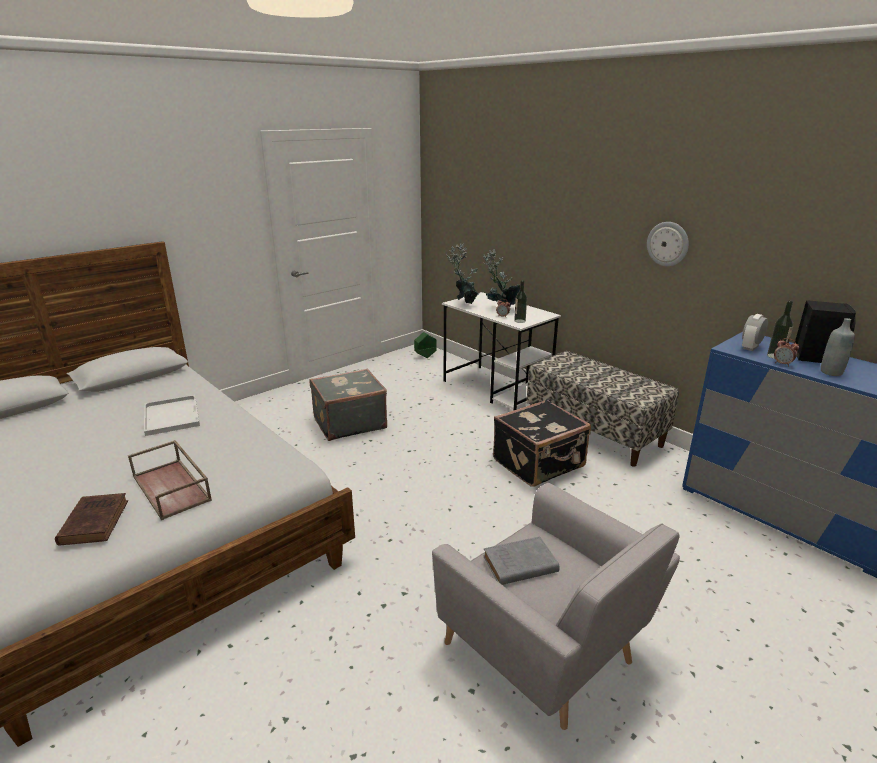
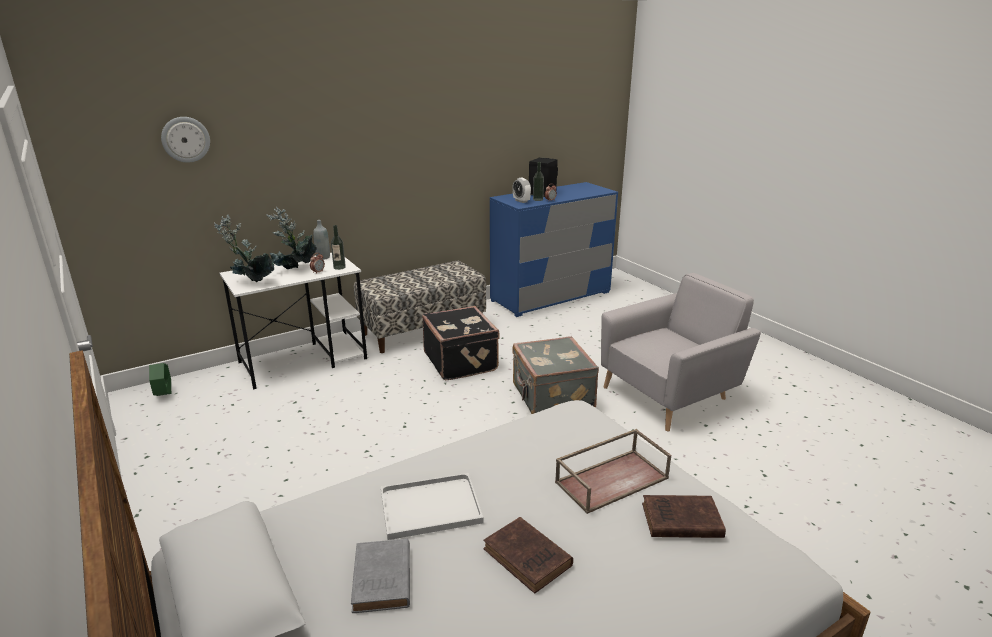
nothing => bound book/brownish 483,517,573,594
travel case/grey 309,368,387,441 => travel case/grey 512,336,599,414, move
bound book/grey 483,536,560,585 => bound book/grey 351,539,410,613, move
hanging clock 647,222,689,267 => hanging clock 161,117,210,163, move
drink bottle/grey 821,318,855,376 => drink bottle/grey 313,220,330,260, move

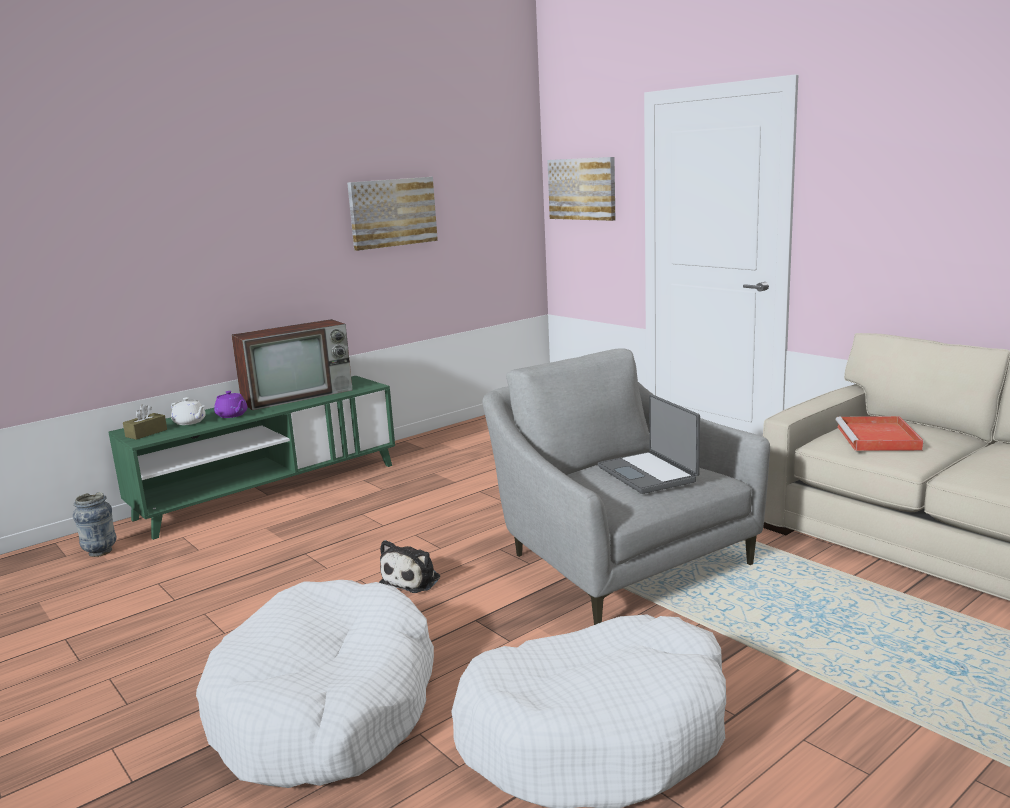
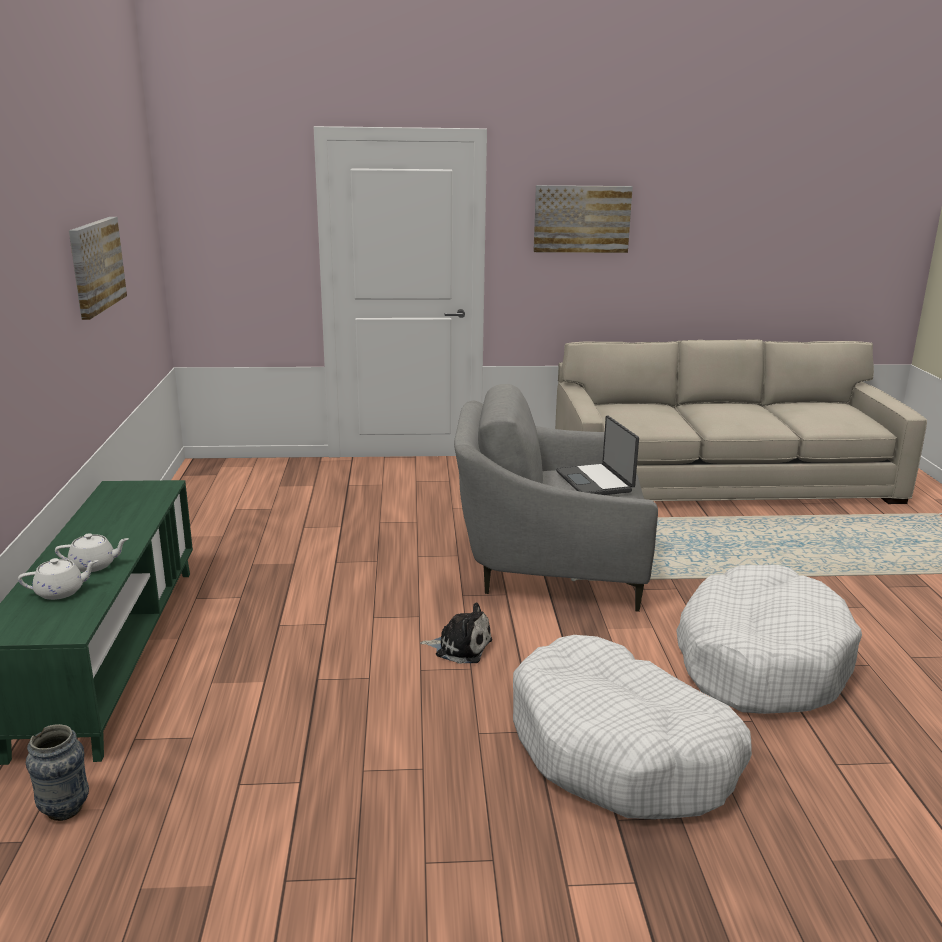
tissue box/brownish 123,404,167,440 => nothing
TV 231,319,353,410 => nothing
tray/red-coloured 836,416,923,451 => nothing
wall art 547,157,615,221 => wall art 533,185,633,253, move
tea pot/purple 214,391,247,418 => tea pot/white-coloured 55,533,129,572
soft toy 379,540,440,593 => soft toy 420,603,492,664, 45 degrees counterclockwise
laptop 598,394,700,494 => laptop 556,416,639,495, 60 degrees clockwise

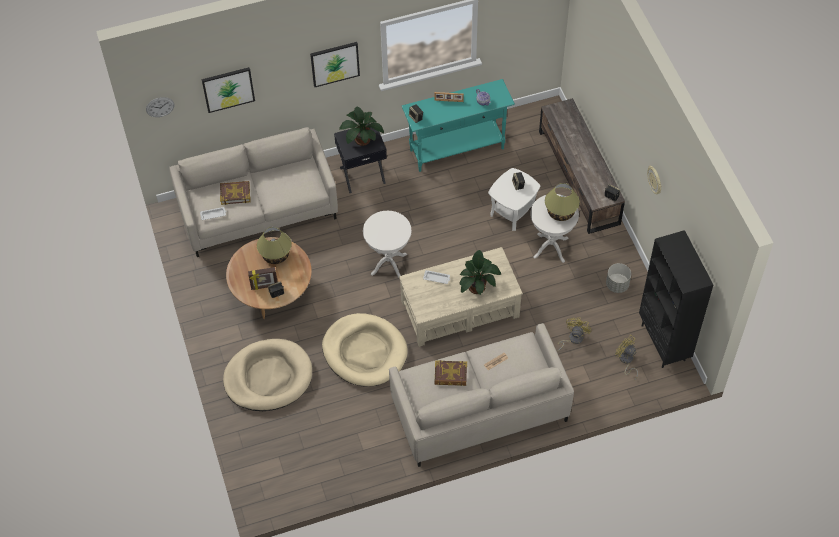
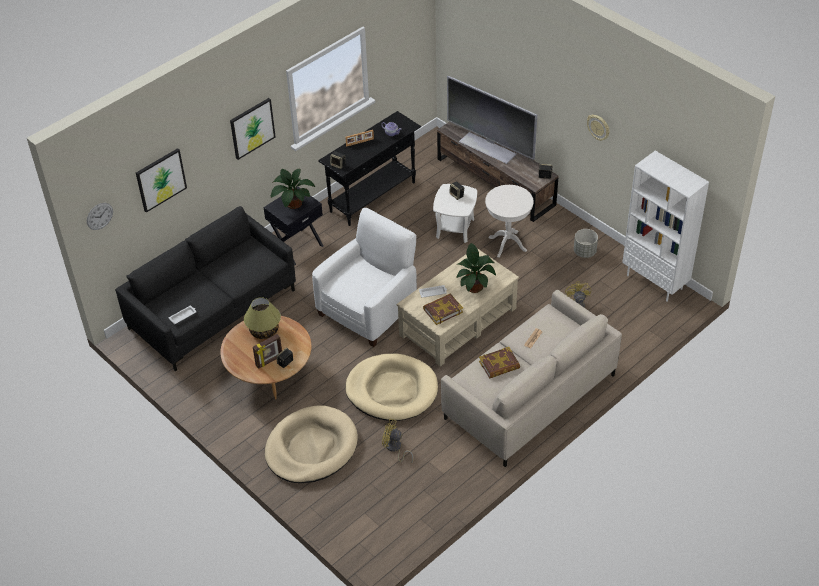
tabletop lamp 545,183,580,221 => nothing
nothing => TV 447,76,537,164
bound book 220,181,251,205 => bound book 423,293,463,325, move
cooling fan/yellowish 615,335,638,380 => cooling fan/yellowish 382,418,414,464, move
accent table/white-coloured 363,211,411,278 => easy chair/white-coloured 312,208,417,347
sofa/sand-coloured 169,127,338,257 => sofa/black-coloured 115,206,296,371
console table/blue-green 402,79,515,172 => console table/black-coloured 318,111,421,226
bookcase/black-coloured 639,230,713,368 => bookcase/white-coloured 622,151,709,302

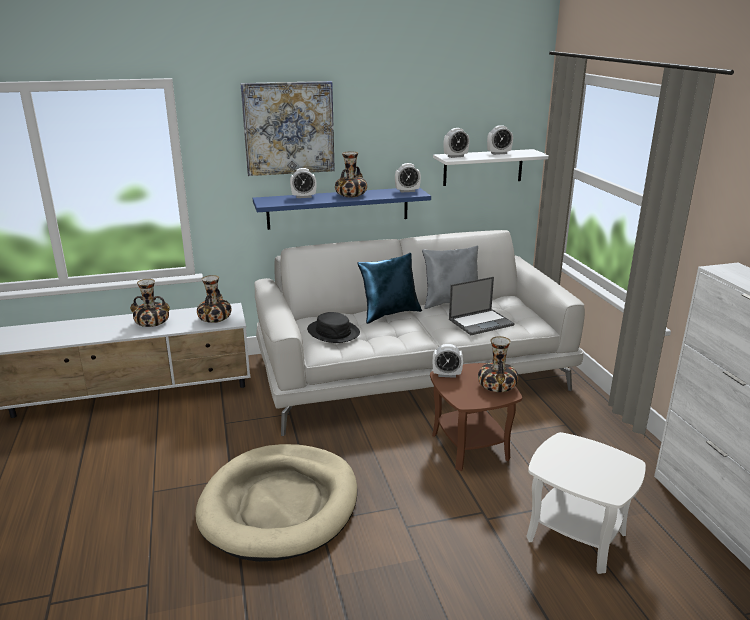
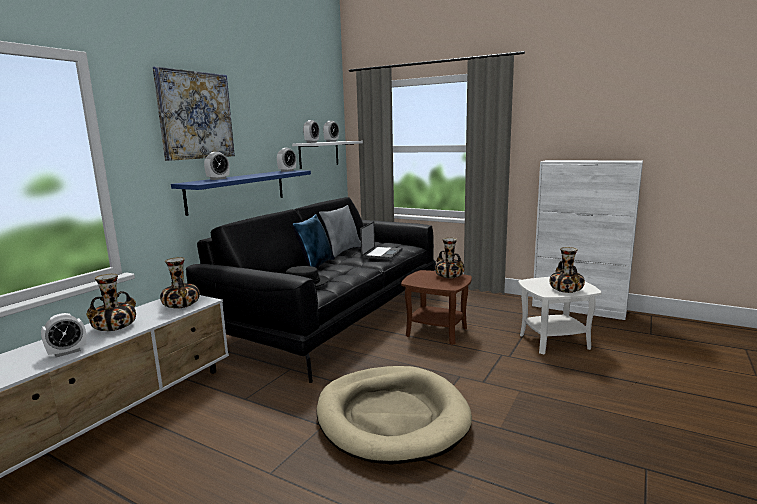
decorative vase 335,151,367,198 => decorative vase 549,247,585,293, move
bedside clock 433,344,463,378 => bedside clock 41,313,87,358, move
sofa/white-coloured 254,230,585,436 => sofa/black-coloured 186,197,436,383

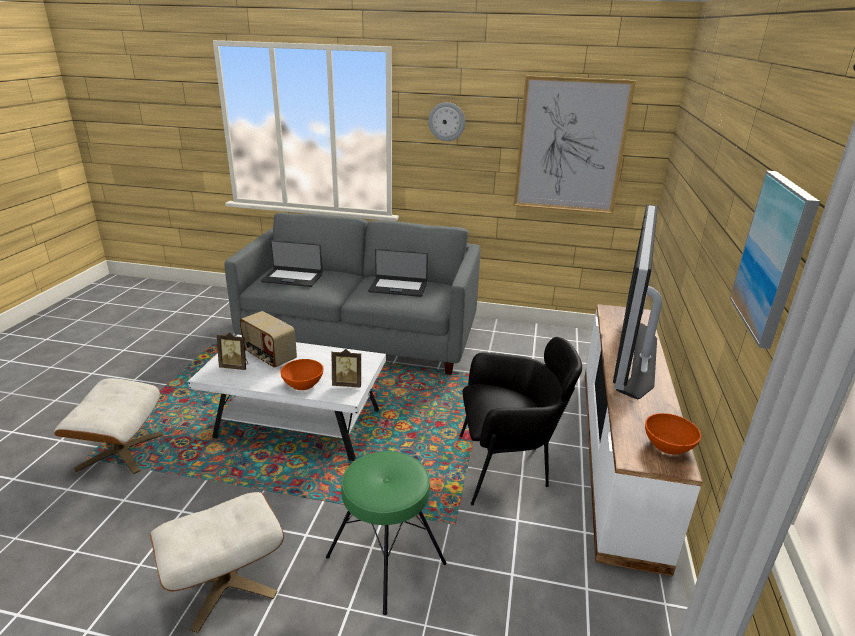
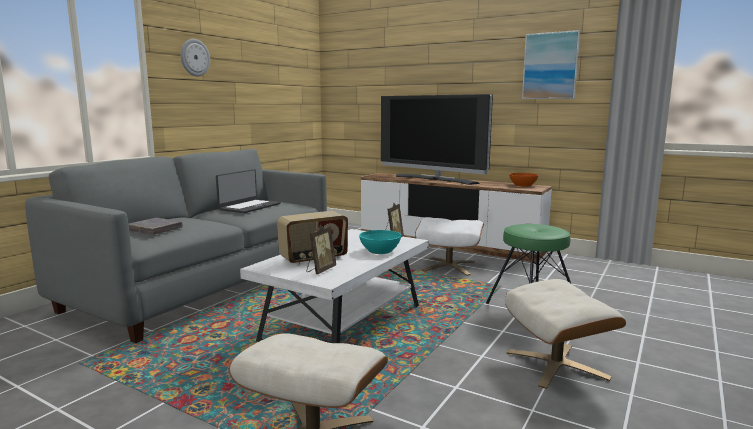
wall art 513,75,636,214 => nothing
laptop 261,240,322,287 => bound book/grey 128,218,183,235
easy chair/black-coloured 460,337,582,506 => ottoman/white-coloured 415,217,484,276
serving bowl/orange 280,359,324,390 => serving bowl/blue-green 359,230,401,254

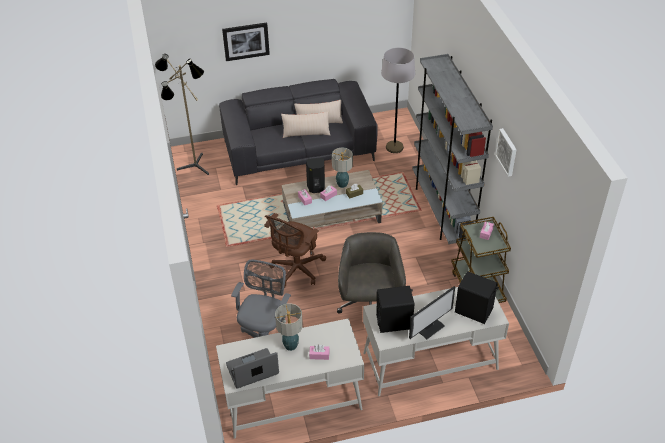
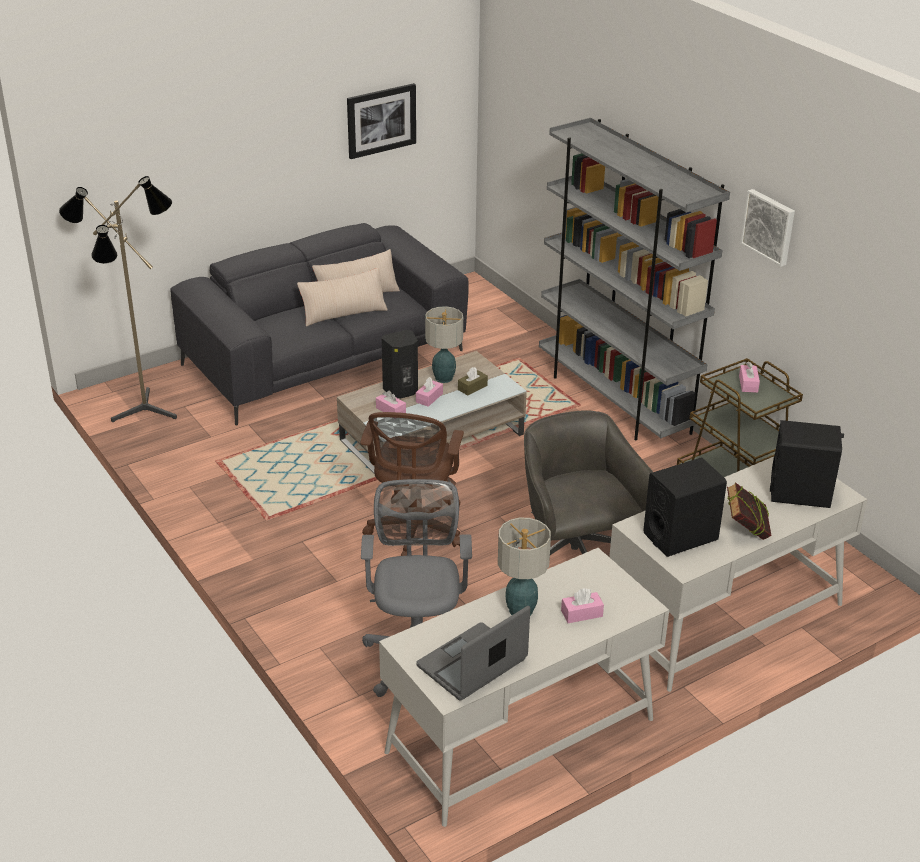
floor lamp/grey 381,47,415,153 => nothing
wall art 222,23,270,61 => wall art 347,83,416,159, move
computer display 409,286,455,339 => bound book 727,482,772,540

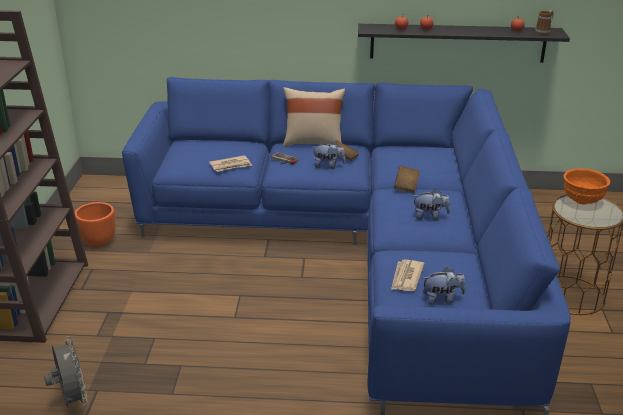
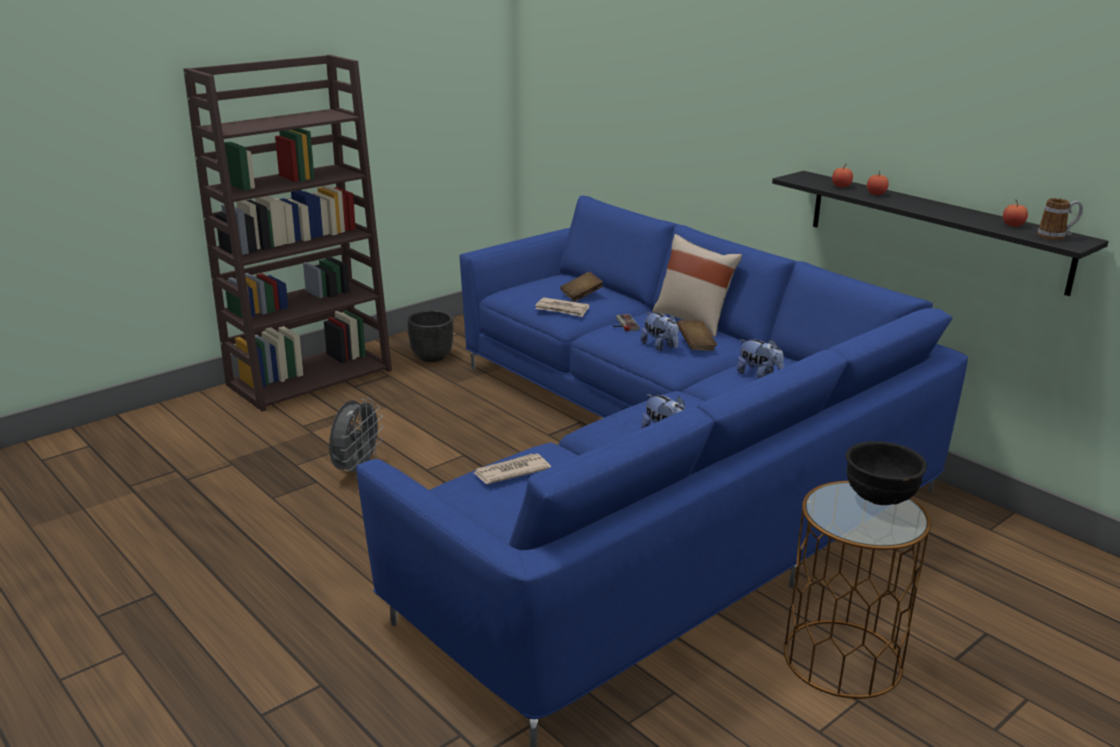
cooling fan/grey 44,336,88,408 => cooling fan/grey 329,398,383,478, move
bound book/brownish 394,166,420,193 => bound book/brownish 561,272,603,301, move
soft toy 423,268,466,305 => soft toy 737,339,784,379, move
planter/orange 75,202,116,247 => planter/black-coloured 407,310,453,362
serving bowl/orange 563,168,610,205 => serving bowl/black-coloured 846,441,927,505

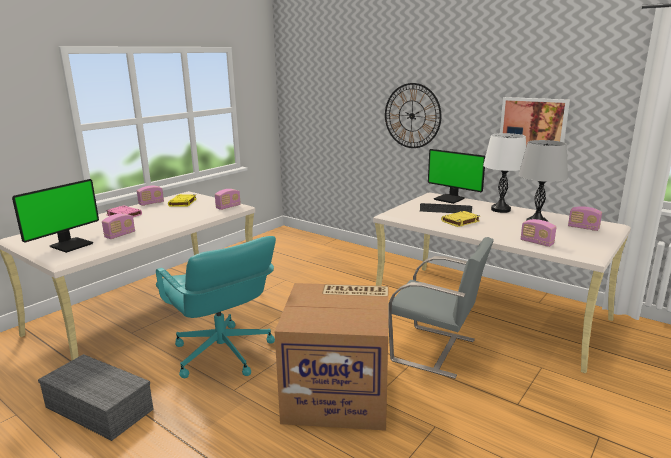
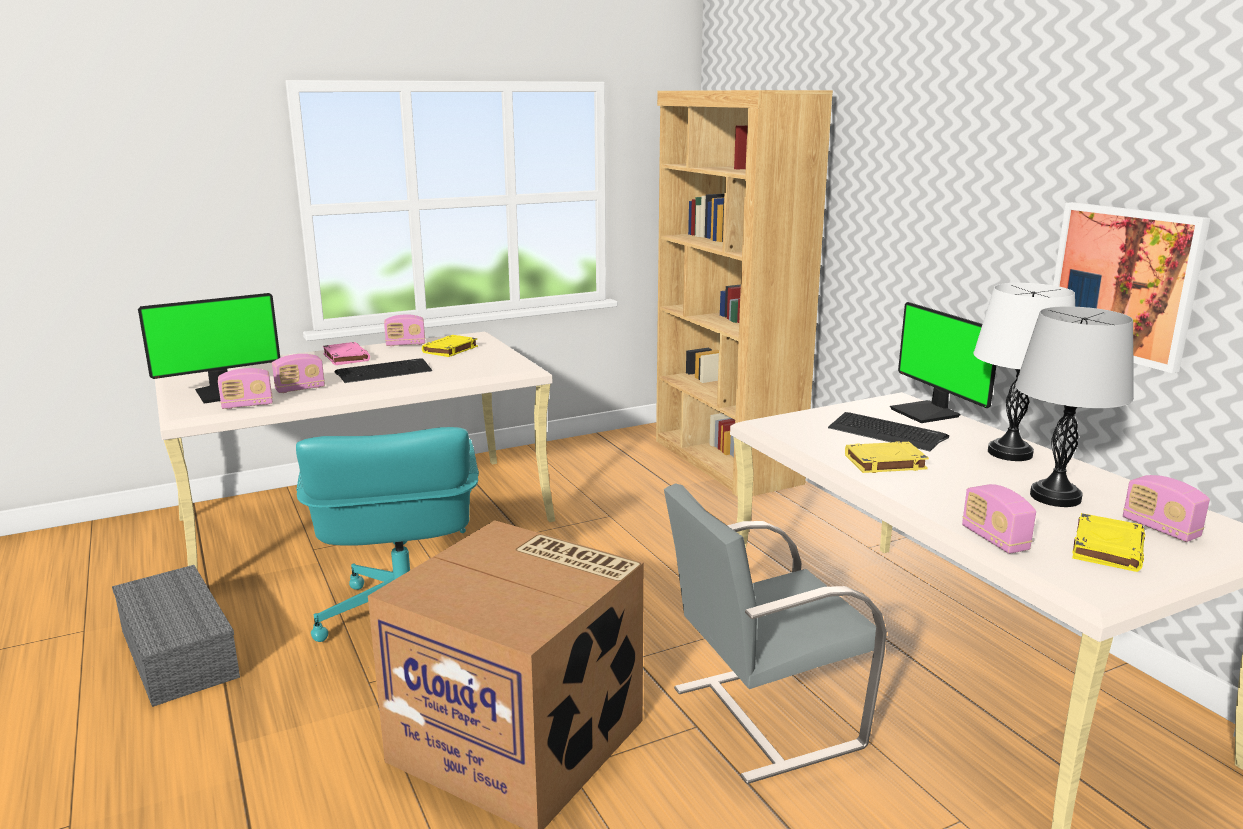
hanging clock 385,83,441,148 => nothing
nothing => keyboard 335,358,432,383
nothing => bookcase/brownish 656,90,833,497
nothing => bound book/yellowish 1072,513,1145,572
radio set 215,189,241,210 => radio set 218,368,273,409, move
upright chair/grey 388,237,494,379 => upright chair/grey 664,483,887,784, 105 degrees clockwise

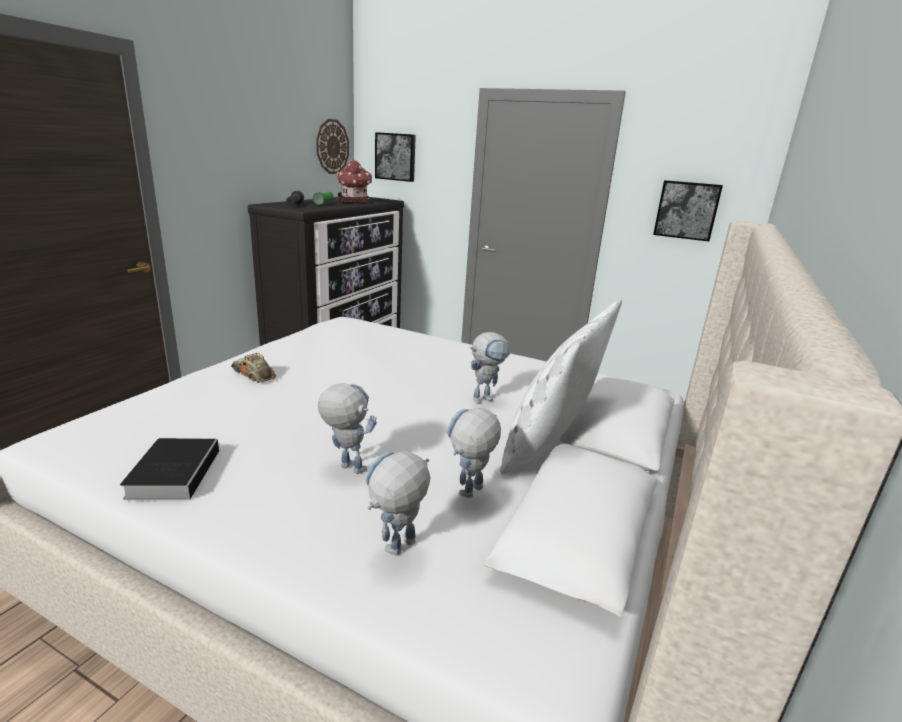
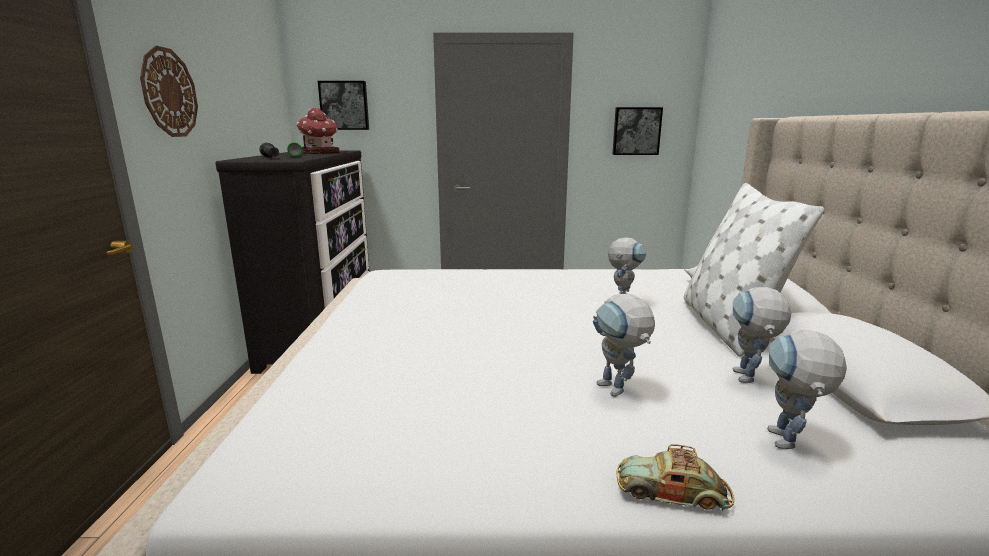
bound book 120,438,220,500 => nothing
toy car 231,353,276,383 => toy car 616,444,734,511, move
hanging clock 316,119,349,174 => hanging clock 140,46,198,137, move
model robot 318,383,377,474 => model robot 593,294,655,397, 120 degrees counterclockwise

